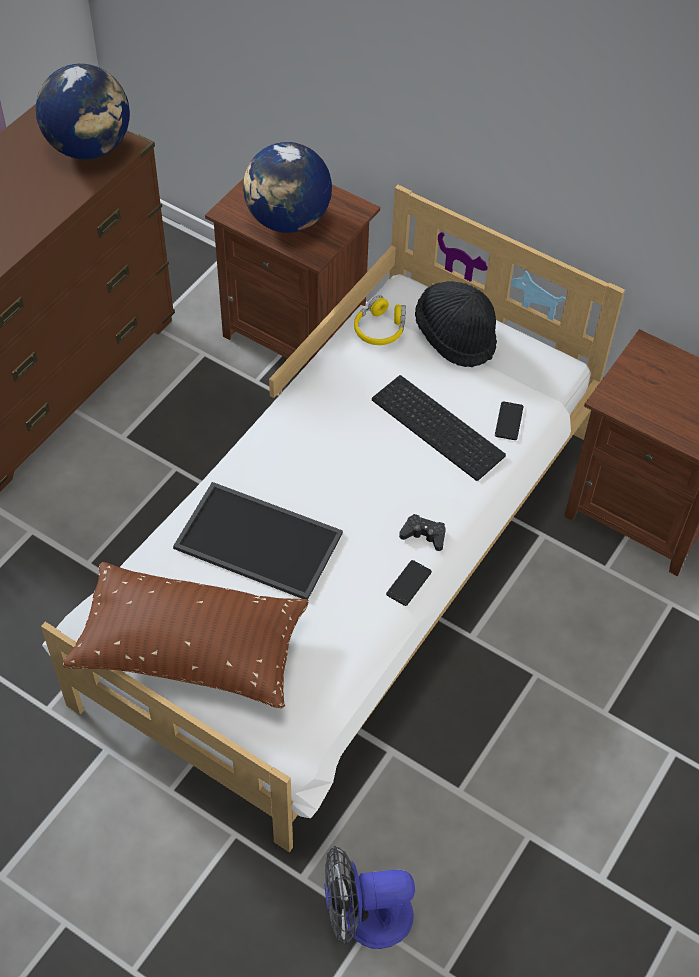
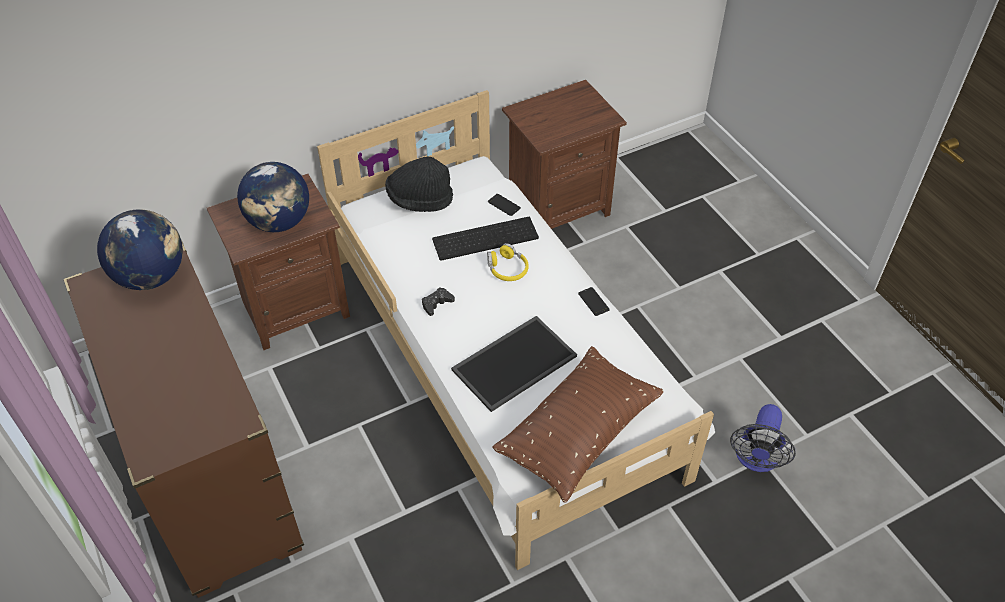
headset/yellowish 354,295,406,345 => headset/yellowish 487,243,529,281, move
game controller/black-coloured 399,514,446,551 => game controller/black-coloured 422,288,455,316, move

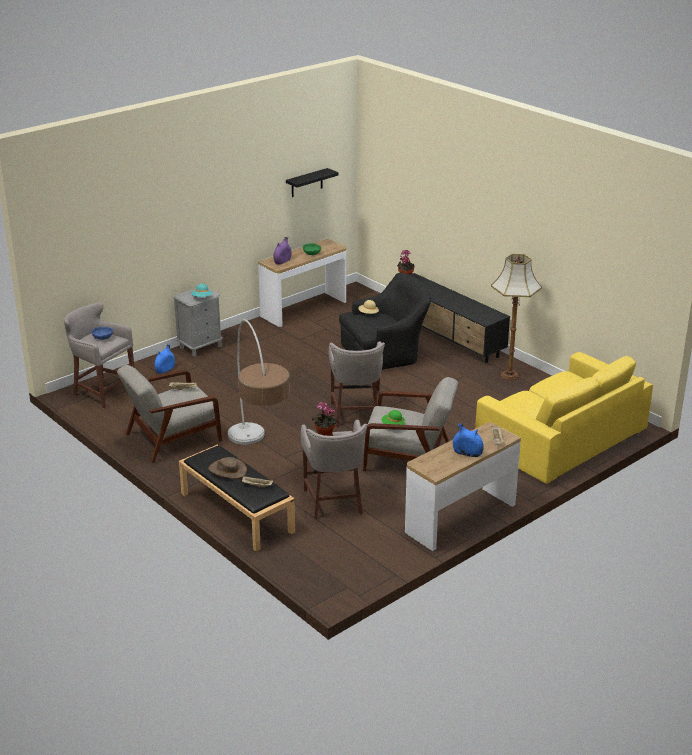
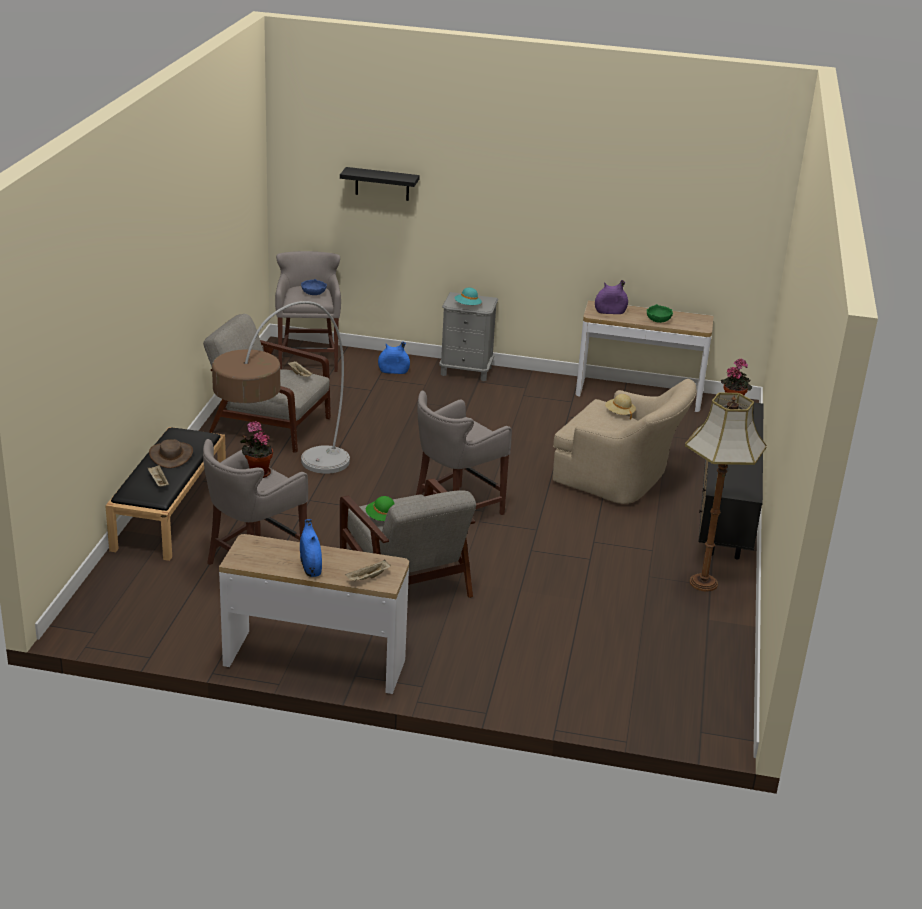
sofa/yellowish 475,352,653,484 => nothing
shelf/black-coloured 286,168,339,197 => shelf/black-coloured 340,167,420,201, move
easy chair/black-coloured 339,273,431,370 => easy chair/sand-coloured 553,379,697,504

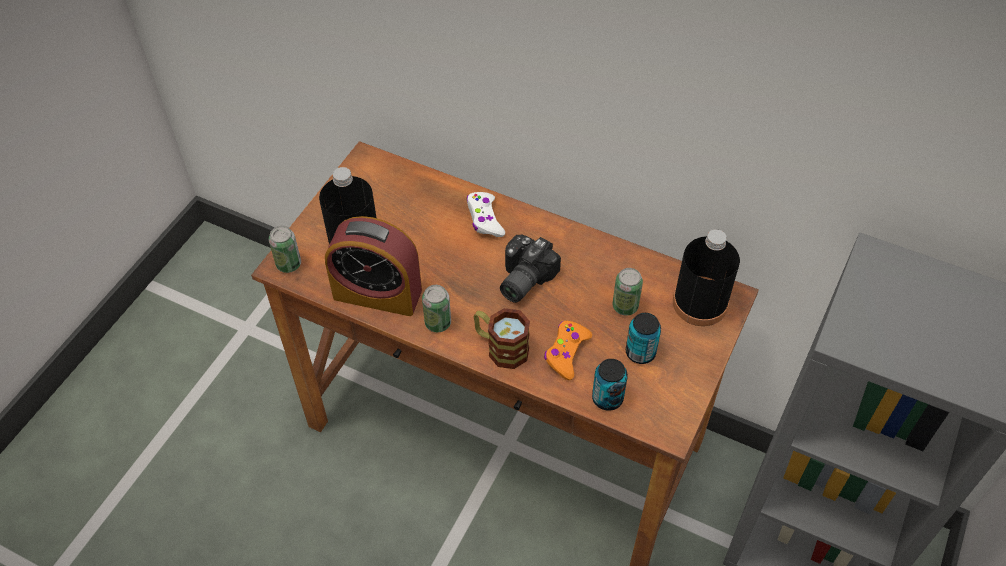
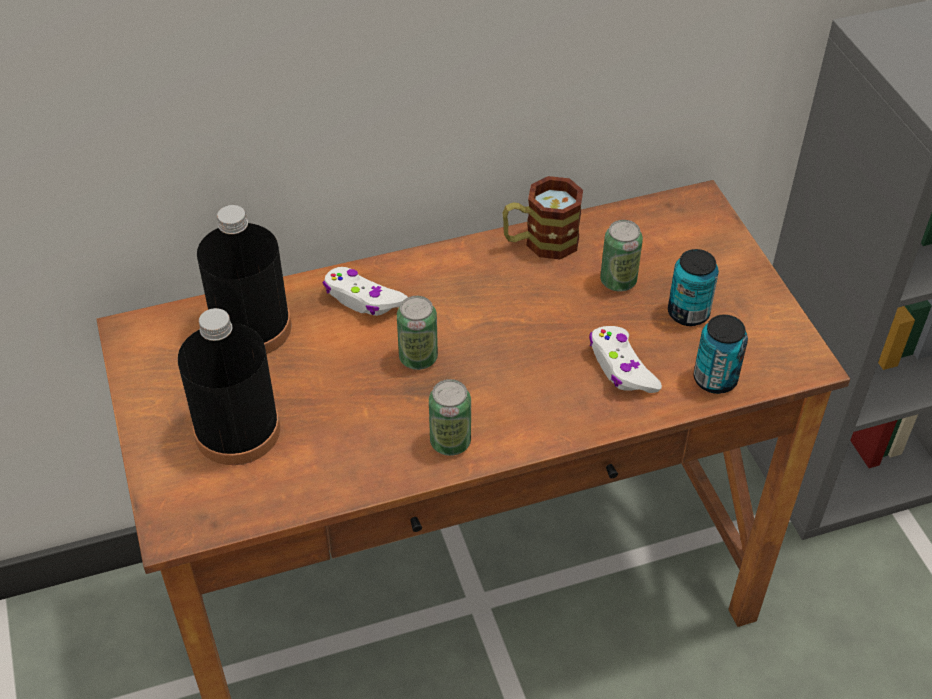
bedside clock 325,216,422,316 => nothing
still camera 500,234,561,303 => nothing
metal can 269,226,301,273 => metal can 397,296,438,370, move
mug 474,308,530,369 => mug 503,176,583,260, move
drink bottle/black-coloured 673,229,740,326 => drink bottle/black-coloured 197,205,291,354, move
game controller/orange 544,321,592,380 => game controller/white-coloured 589,326,662,393

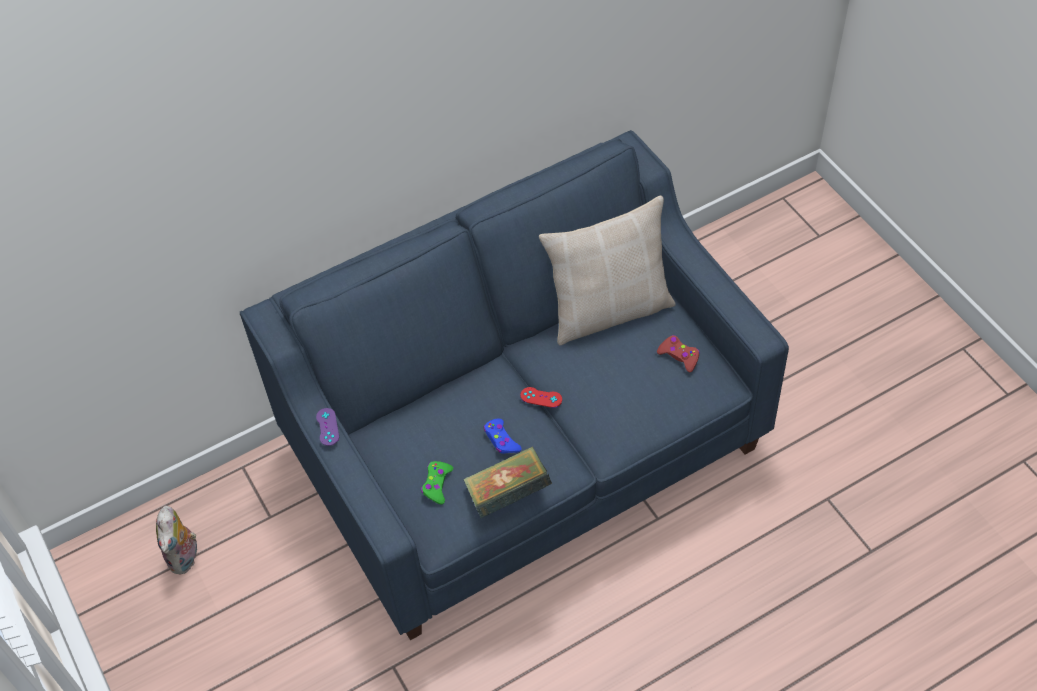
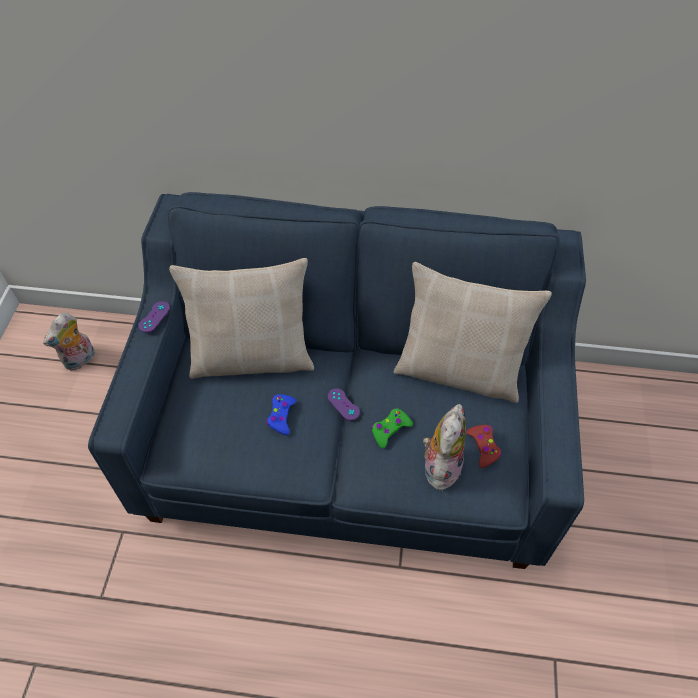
bound book 463,446,552,519 => nothing
nothing => throw pillow/sand-coloured 169,258,314,379
nothing => soft toy 423,404,466,492
game controller/green 421,461,453,504 => game controller/green 371,408,413,448, move
game controller/red-coloured 520,387,562,408 => game controller/purple 328,388,360,420

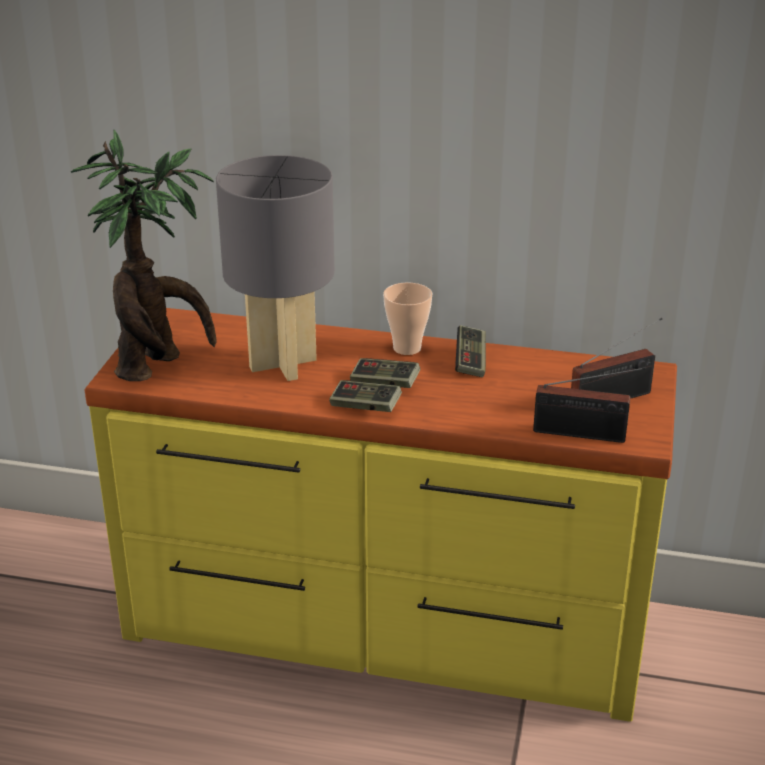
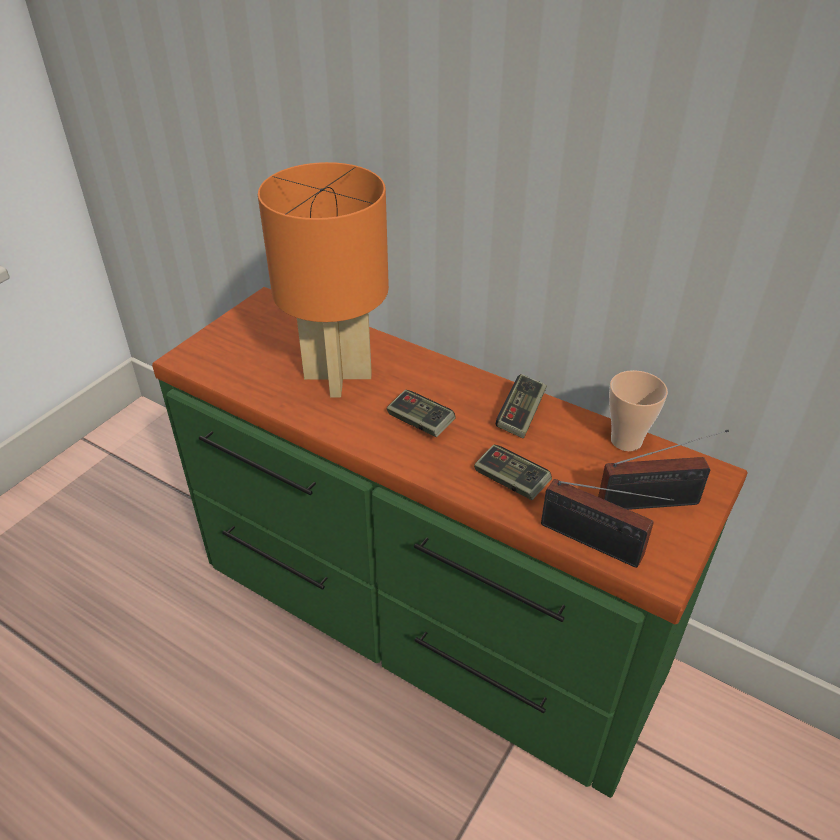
plant in a pot 71,130,217,381 => nothing
game controller 329,380,402,412 => game controller 474,445,552,500, move
cup 383,282,432,355 => cup 609,370,668,451, move
dresser/yellowish 84,308,677,722 => dresser/green 152,287,748,798
tabletop lamp/grey 216,155,335,381 => tabletop lamp/orange 258,162,389,397

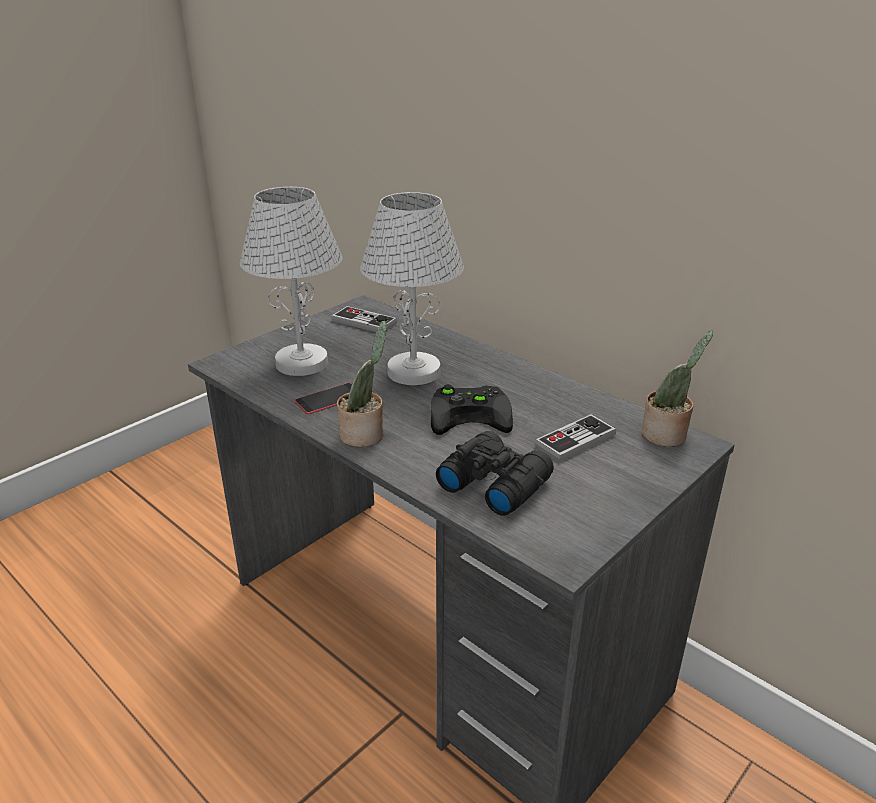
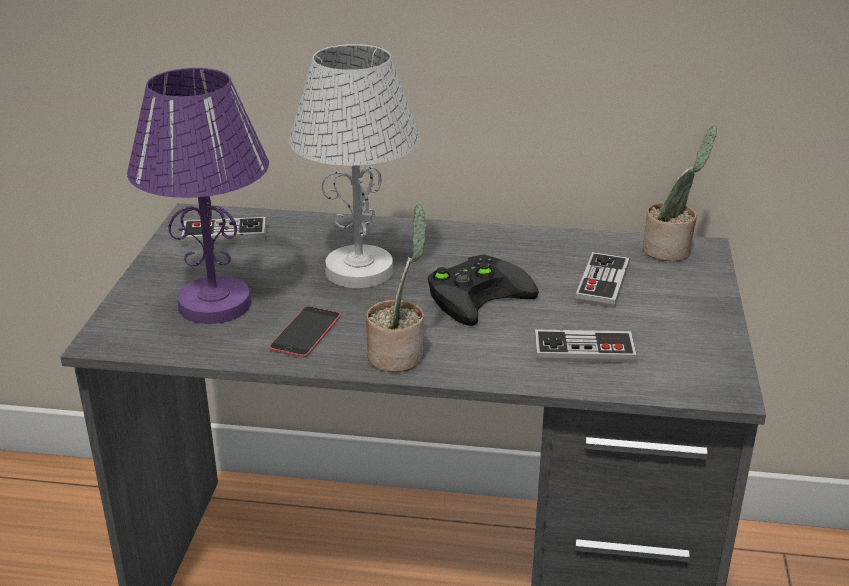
binoculars/black-coloured 436,431,554,516 => game controller 534,329,637,363
tabletop lamp/white-coloured 240,187,343,376 => tabletop lamp/purple 127,68,269,324

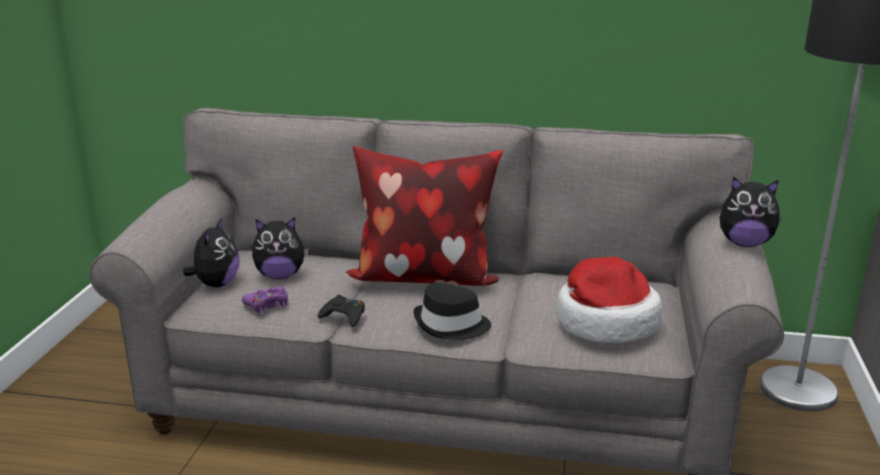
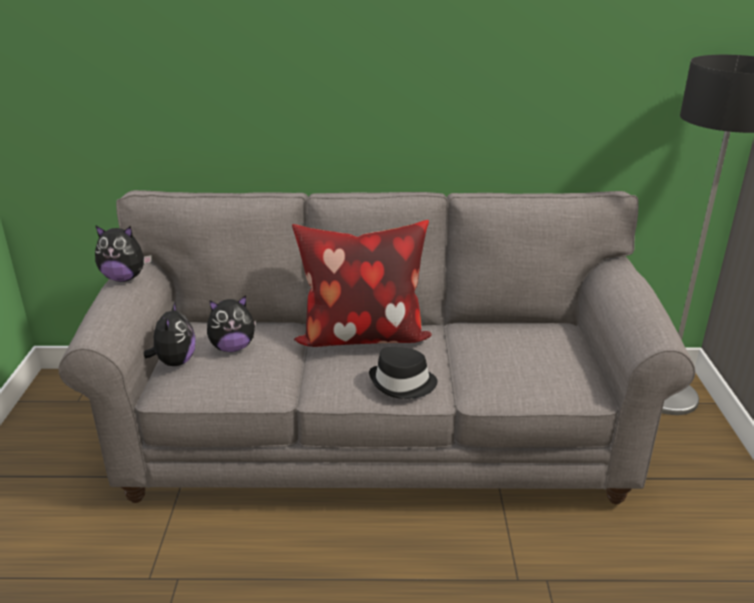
game controller/purple 242,286,288,314 => nothing
game controller/black-coloured 318,295,365,327 => nothing
hat 556,257,662,343 => nothing
soft toy 719,177,782,247 => soft toy 95,225,152,282, move

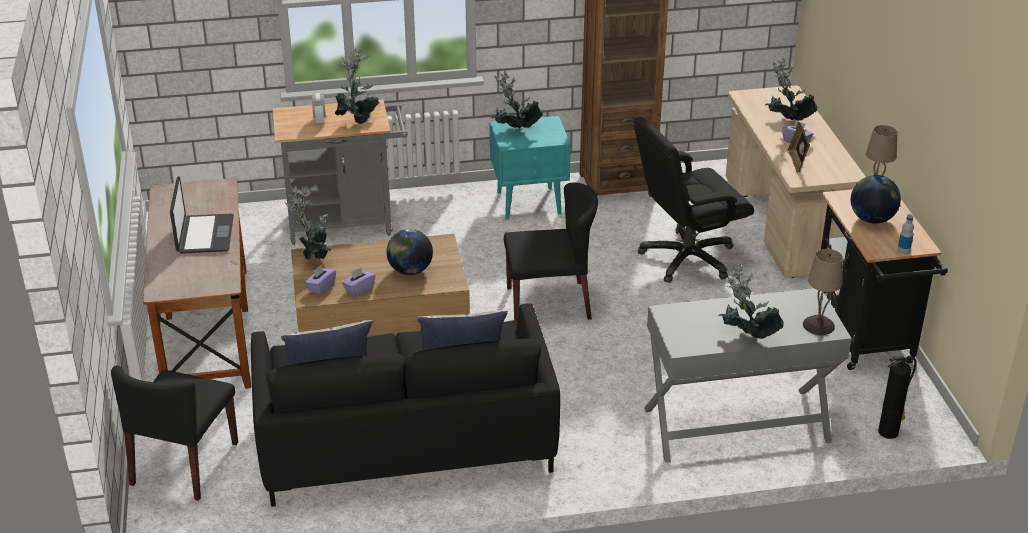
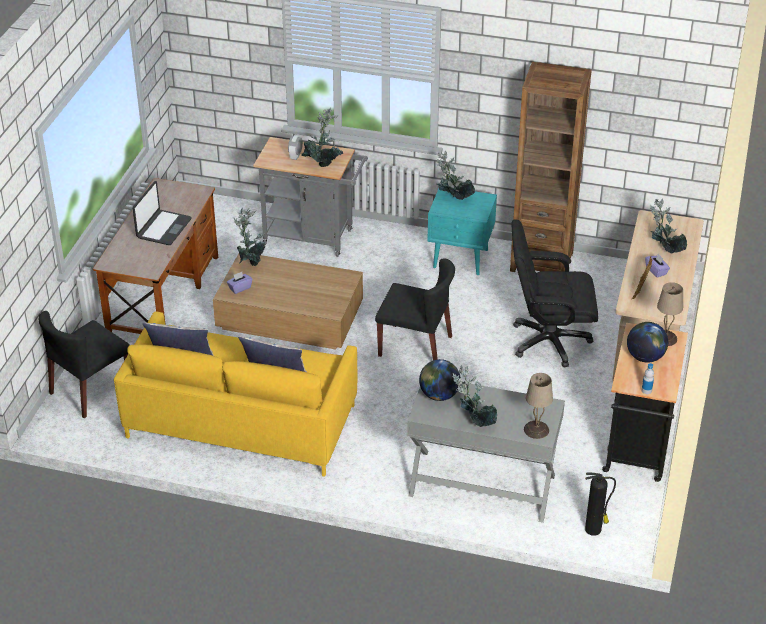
tissue box/purple 342,267,375,297 => nothing
globe 387,229,433,275 => globe 419,359,461,401, move
sofa/black-coloured 251,303,560,507 => sofa/yellowish 114,312,357,477

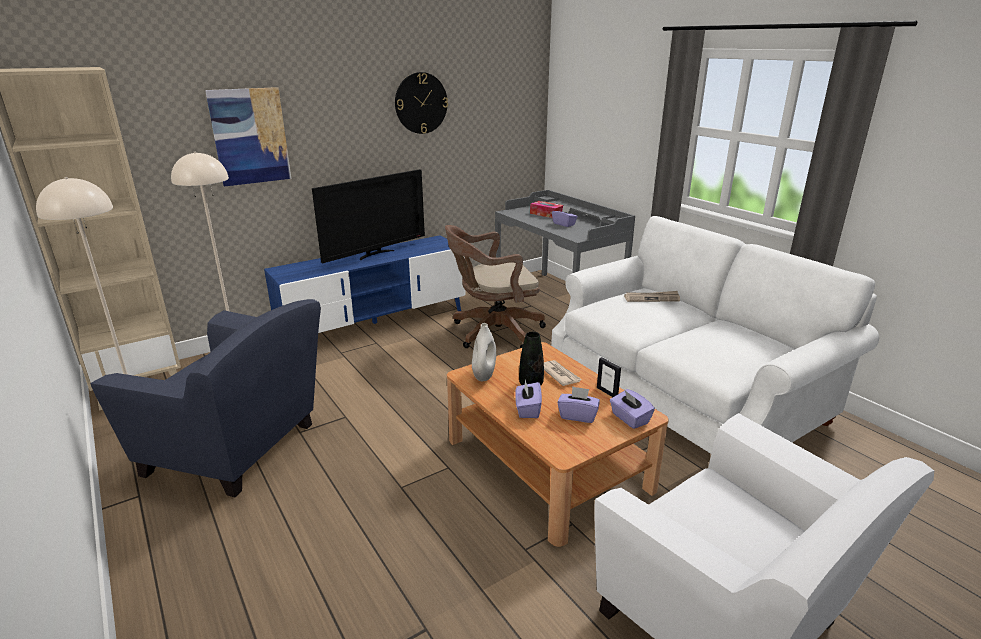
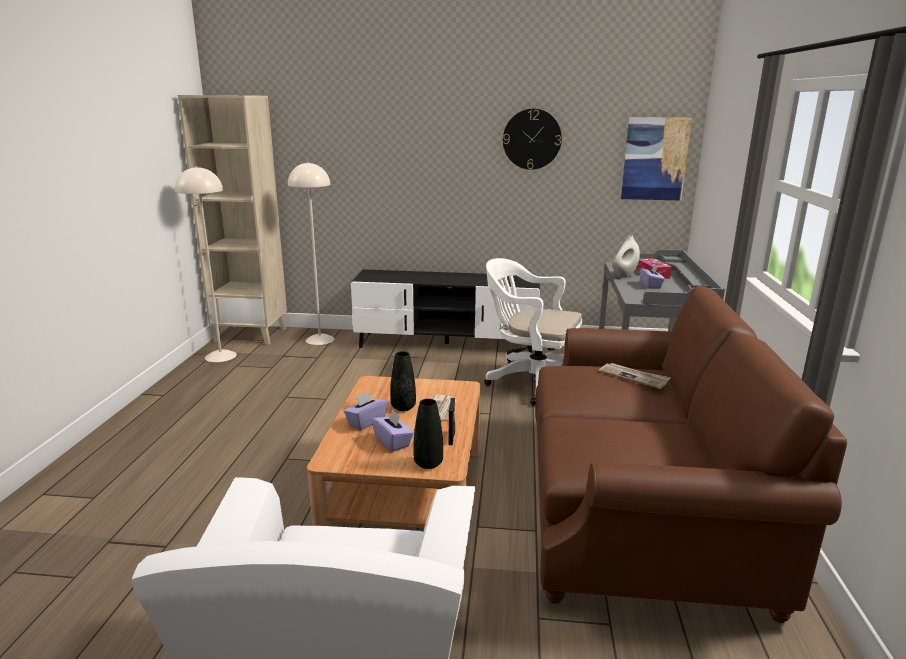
easy chair/blue-coloured 90,299,321,497 => nothing
TV 312,169,425,263 => nothing
wall art 205,87,291,187 => wall art 621,117,692,200, move
decorative vase/white-coloured 472,323,496,381 => decorative vase/white-coloured 613,235,640,278, move
tissue box/purple 610,389,655,429 => decorative vase/black-coloured 413,399,443,469
media console/blue-coloured 264,235,465,333 => media console/black-coloured 351,269,540,353
computer chair/brownish 445,225,546,348 => computer chair/white-coloured 484,258,582,406
sofa/white-coloured 551,216,879,454 => sofa/brownish 535,286,847,623

